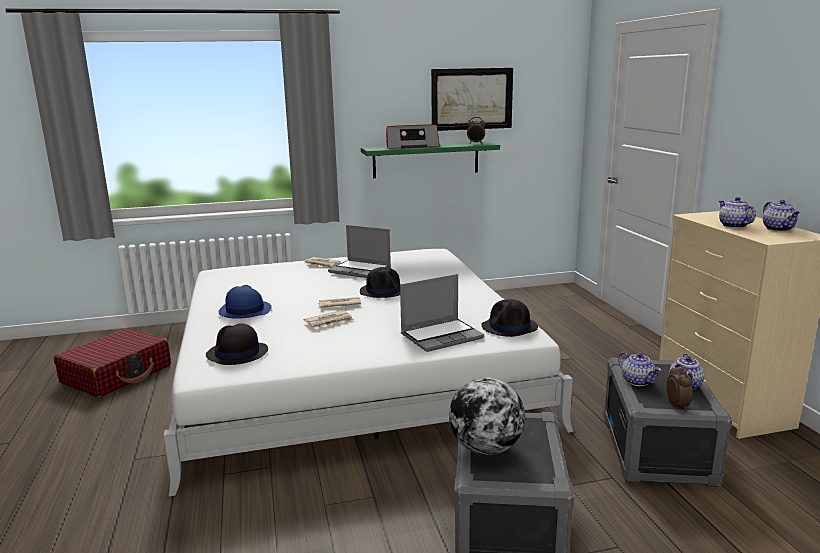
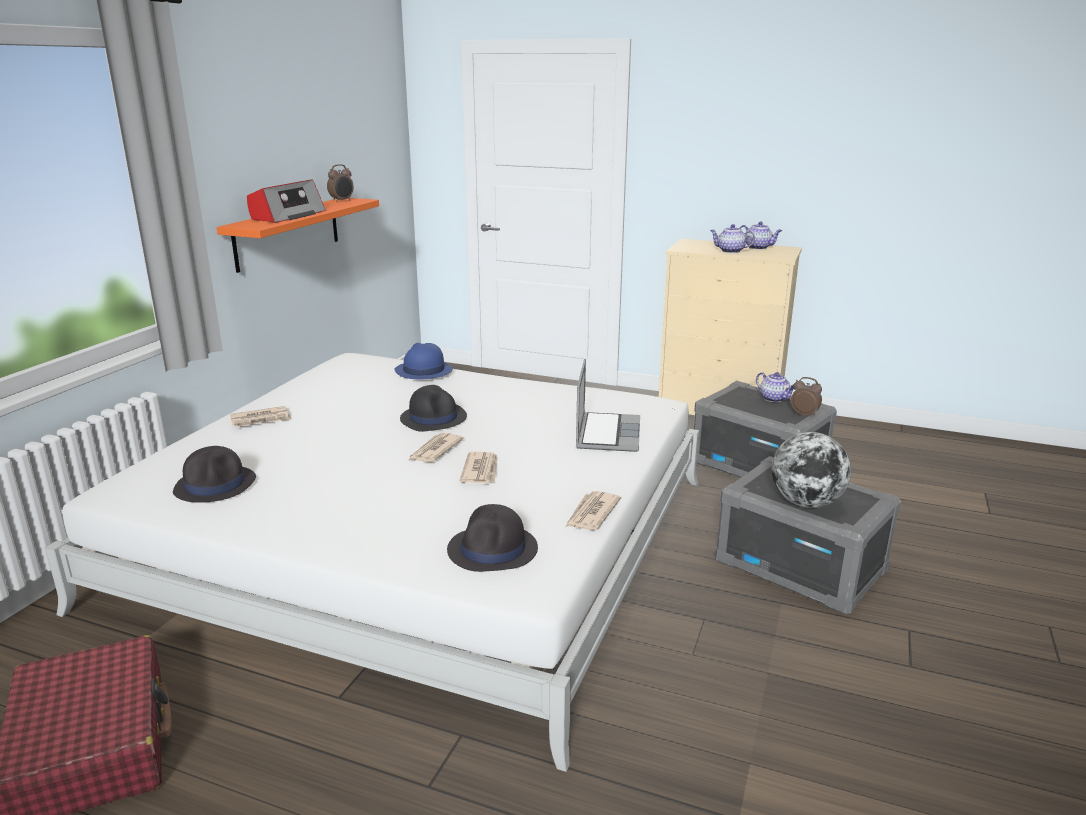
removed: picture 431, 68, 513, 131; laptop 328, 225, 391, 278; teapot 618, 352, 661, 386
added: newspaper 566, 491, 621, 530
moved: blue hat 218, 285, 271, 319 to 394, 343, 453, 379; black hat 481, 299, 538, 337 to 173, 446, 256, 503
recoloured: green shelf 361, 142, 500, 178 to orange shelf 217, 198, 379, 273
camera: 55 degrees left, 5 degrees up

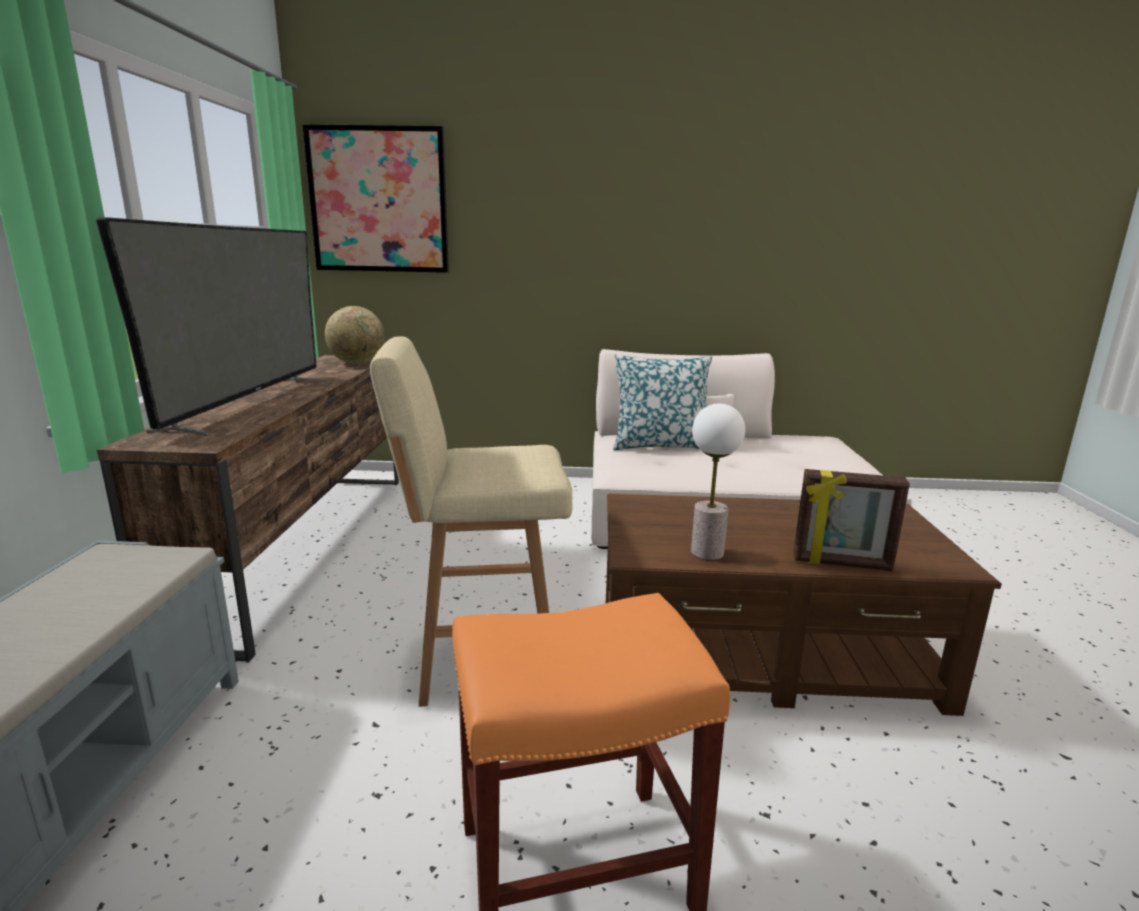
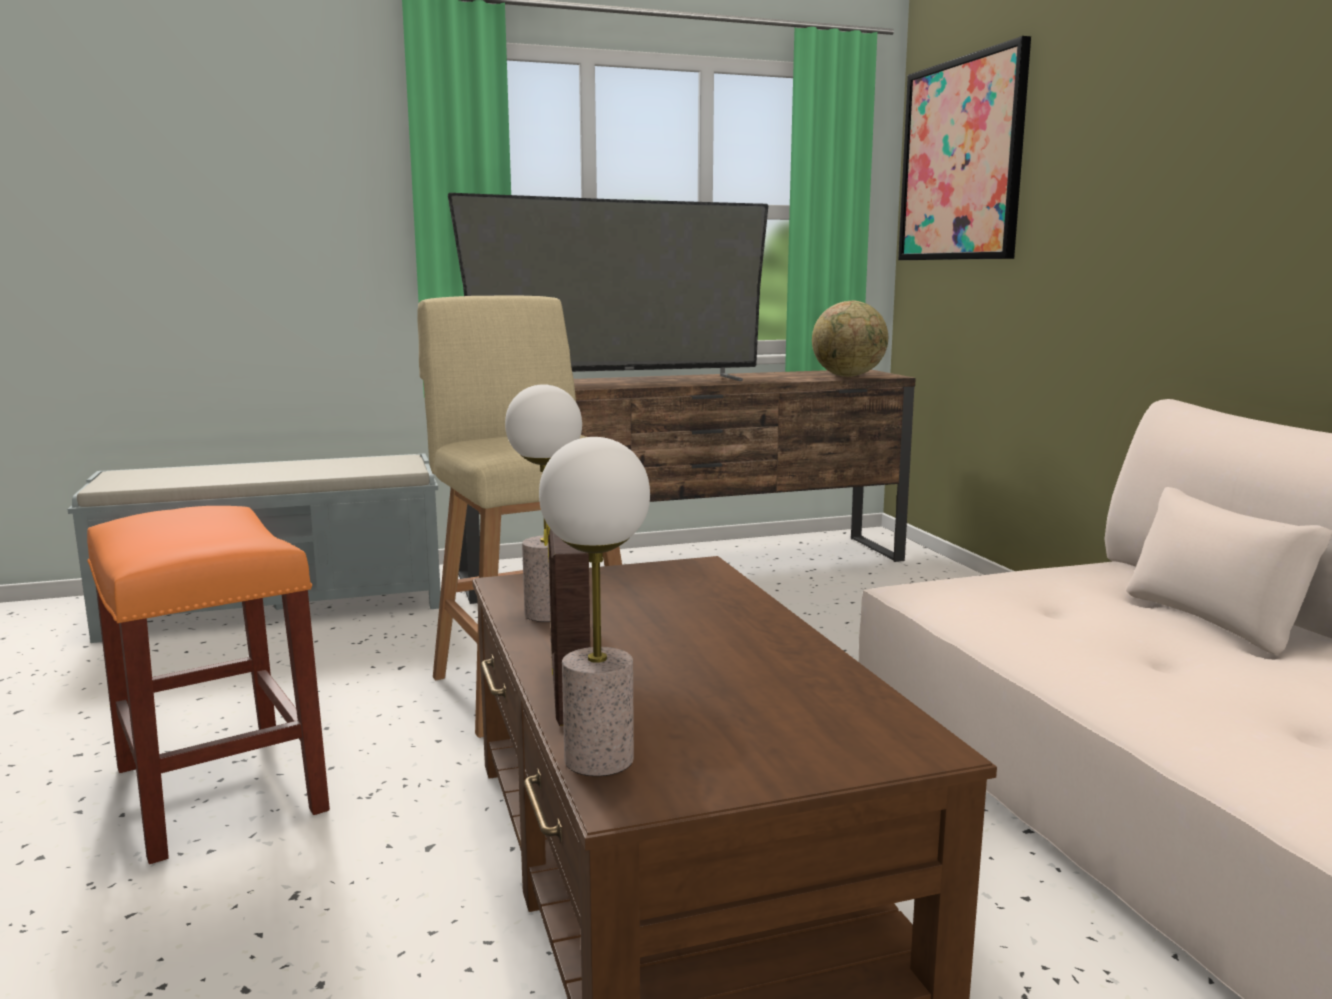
removed: pillow 613, 355, 712, 450
added: table lamp 539, 437, 650, 776
camera: 70 degrees right, 5 degrees down

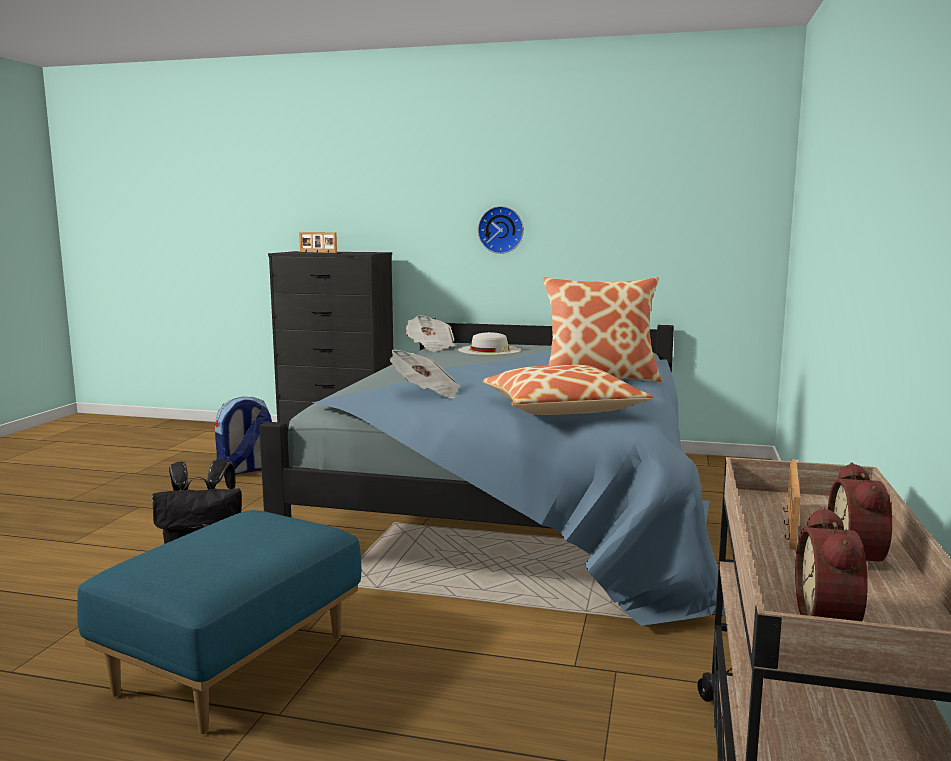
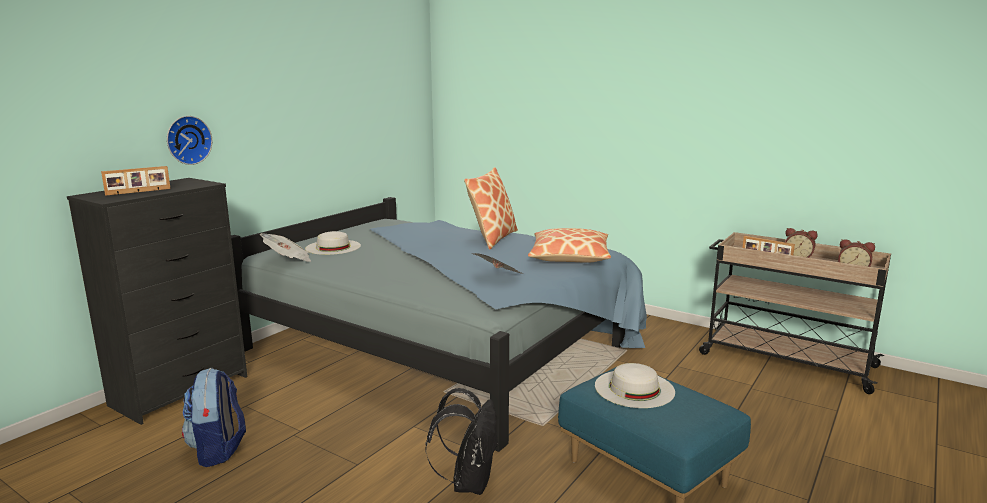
added: white hat 595, 363, 675, 408
moved: wall clock 478, 206, 524, 254 to 167, 116, 212, 165
camera: 70 degrees left, 5 degrees up

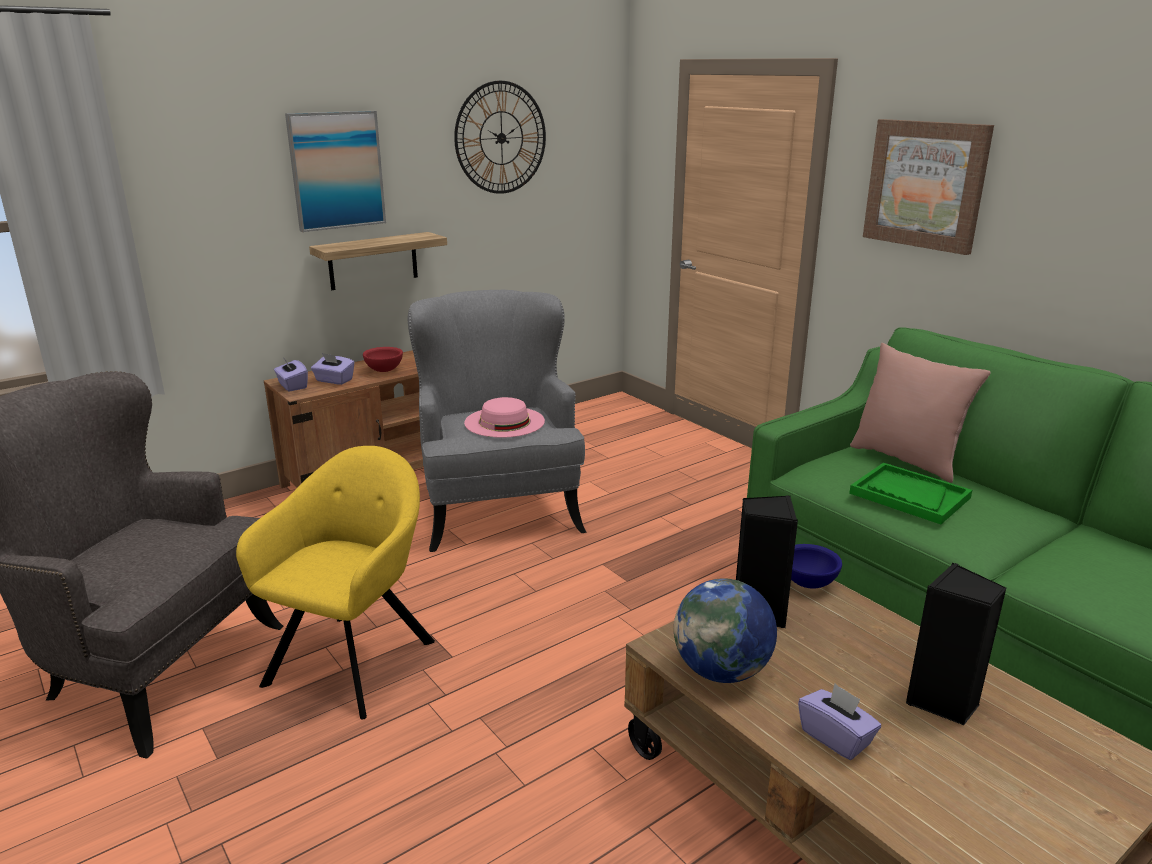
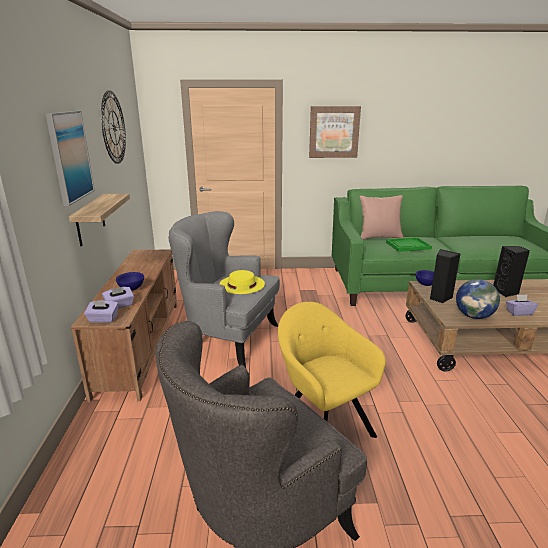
recoloured: red bowl 363, 347, 403, 372 to blue bowl 116, 272, 144, 291; pink hat 464, 397, 545, 438 to yellow hat 219, 270, 265, 294
camera: 55 degrees left, 0 degrees up

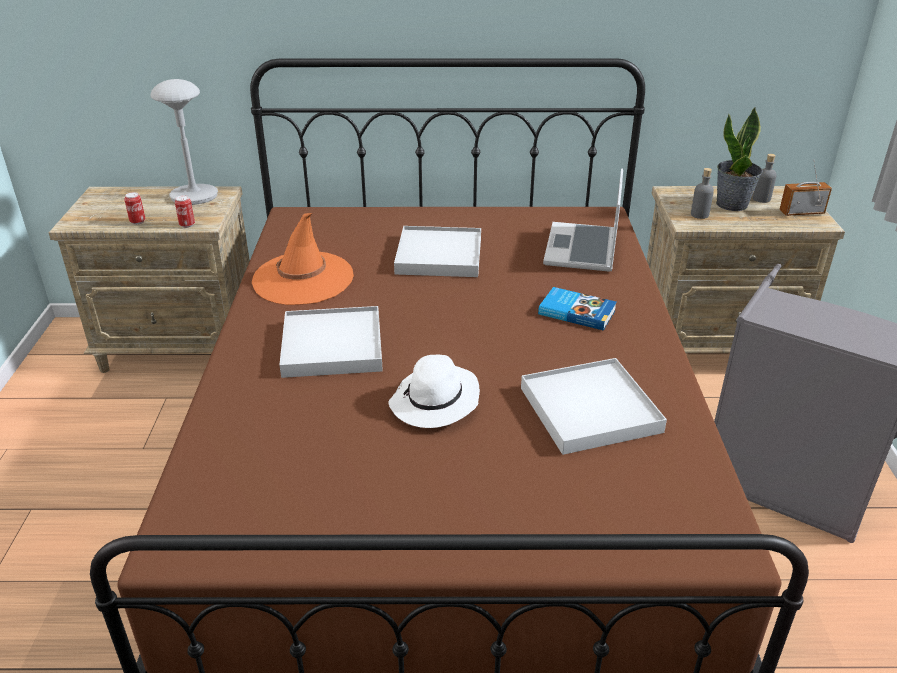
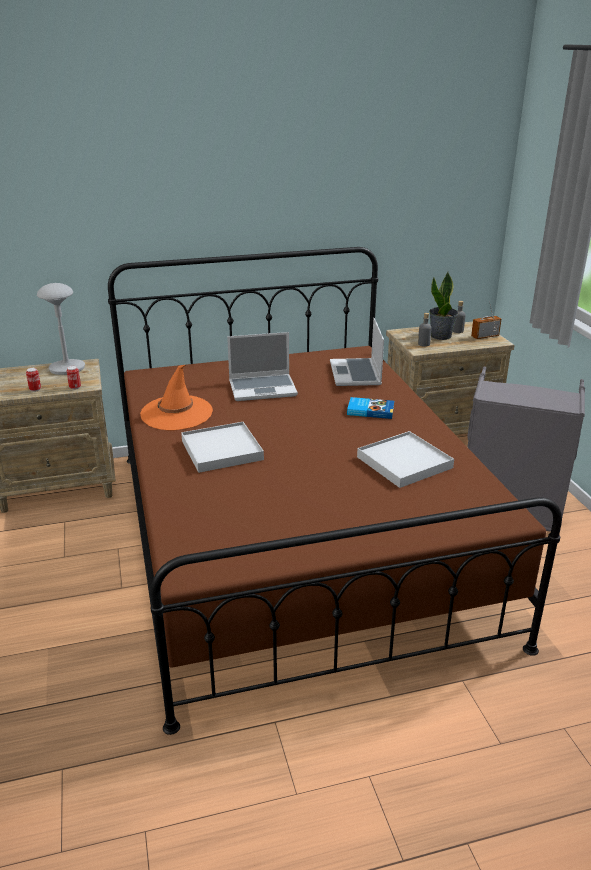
removed: white hat 388, 355, 480, 428
replaced: white tray 394, 226, 481, 277 to laptop 227, 332, 298, 401
camera: 15 degrees left, 5 degrees down

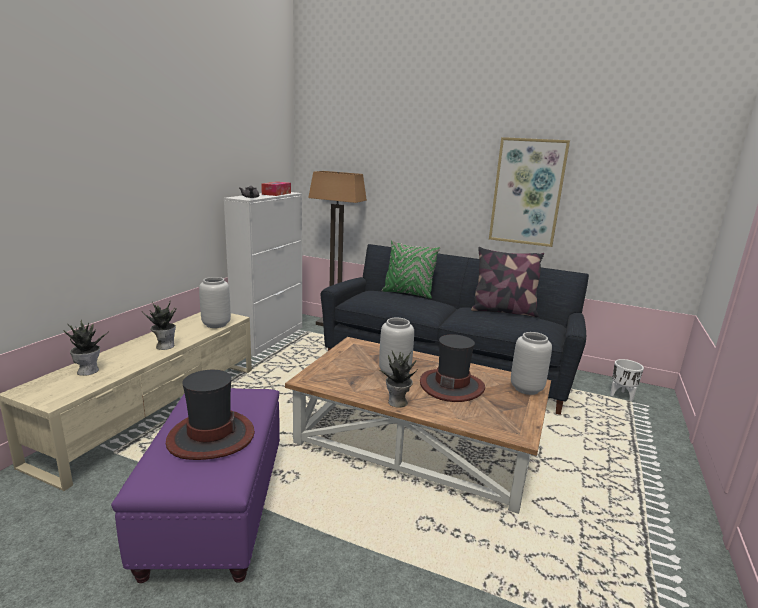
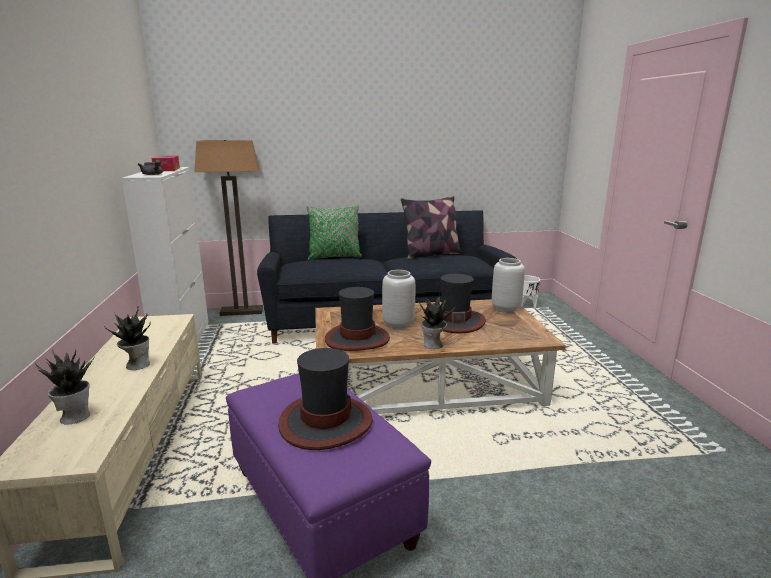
removed: picture 489, 137, 570, 247; grey vase 199, 277, 231, 328
added: hat 325, 287, 390, 351
camera: 30 degrees left, 0 degrees up

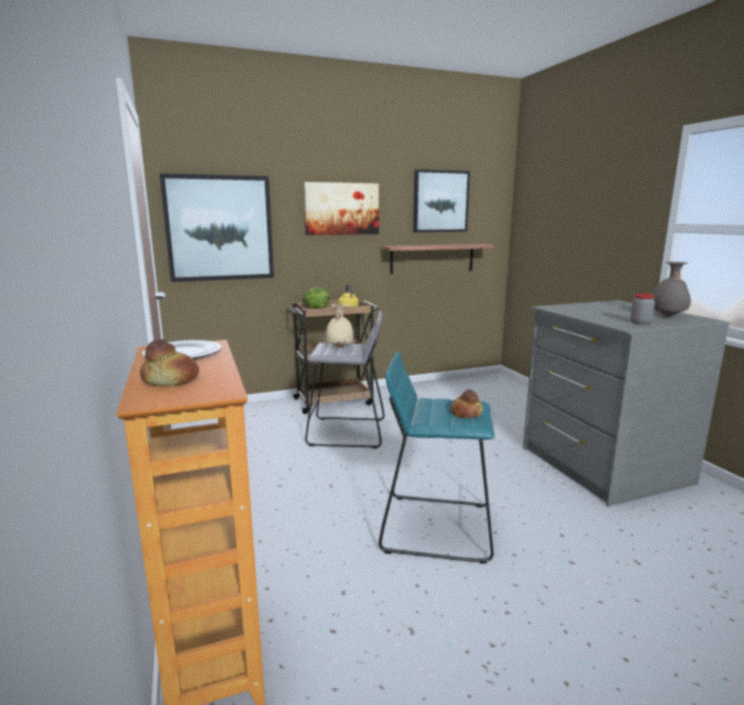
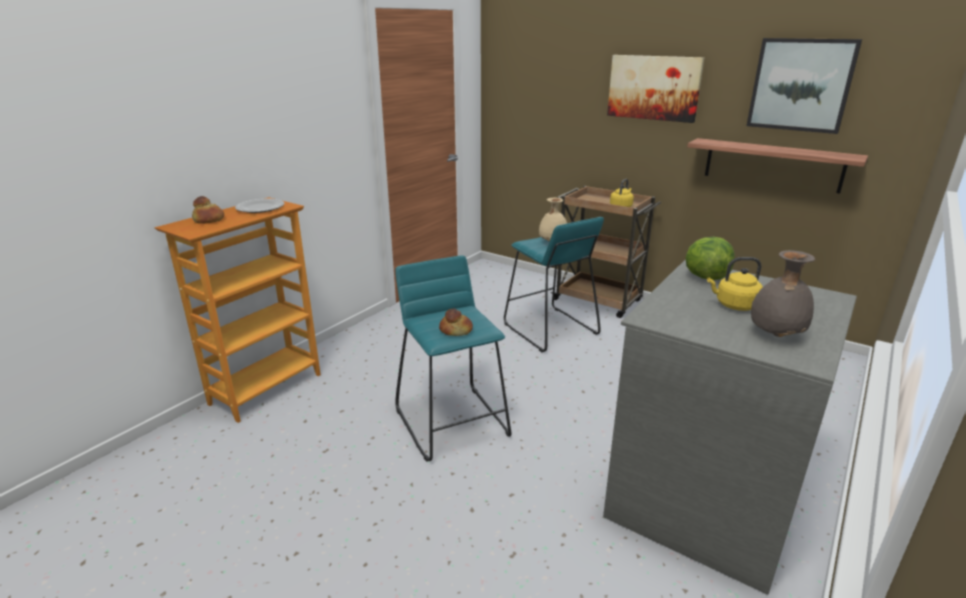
removed: picture 159, 173, 274, 282; jar 630, 294, 655, 325
added: yellow kettle 707, 257, 763, 311
moved: lettuce 304, 287, 330, 309 to 686, 237, 735, 280
recoloured: grey stool 305, 311, 385, 449 to turquoise stool 504, 217, 604, 353
camera: 55 degrees right, 10 degrees up

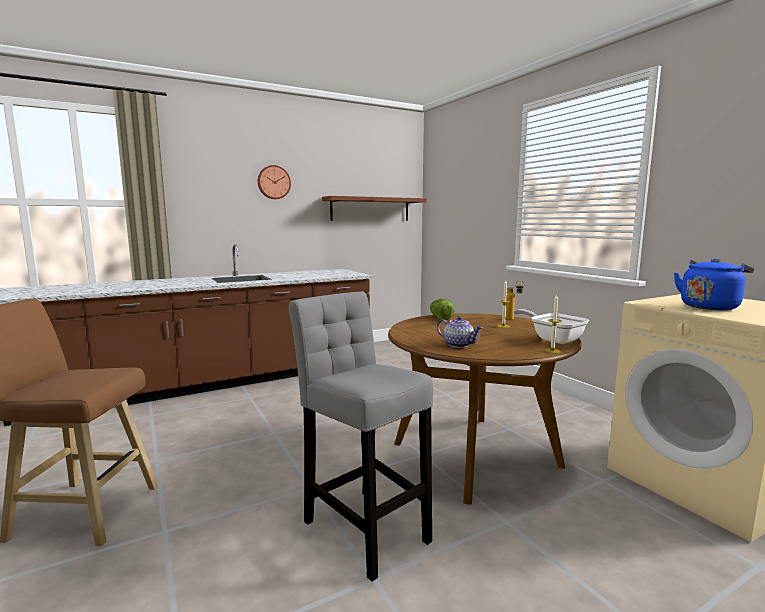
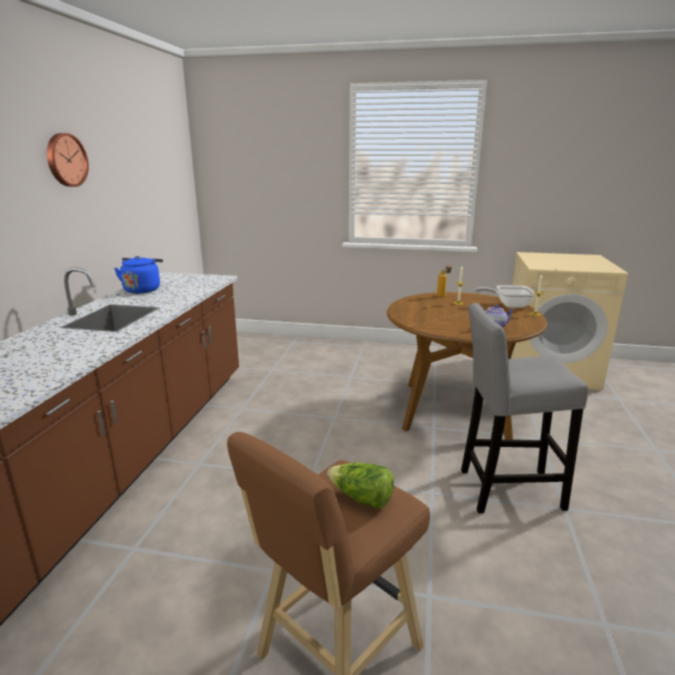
removed: brown shelf 322, 196, 427, 221
moved: blue kettle 674, 258, 754, 310 to 114, 256, 163, 294; lettuce 430, 299, 454, 320 to 327, 463, 394, 509
camera: 50 degrees left, 10 degrees up

